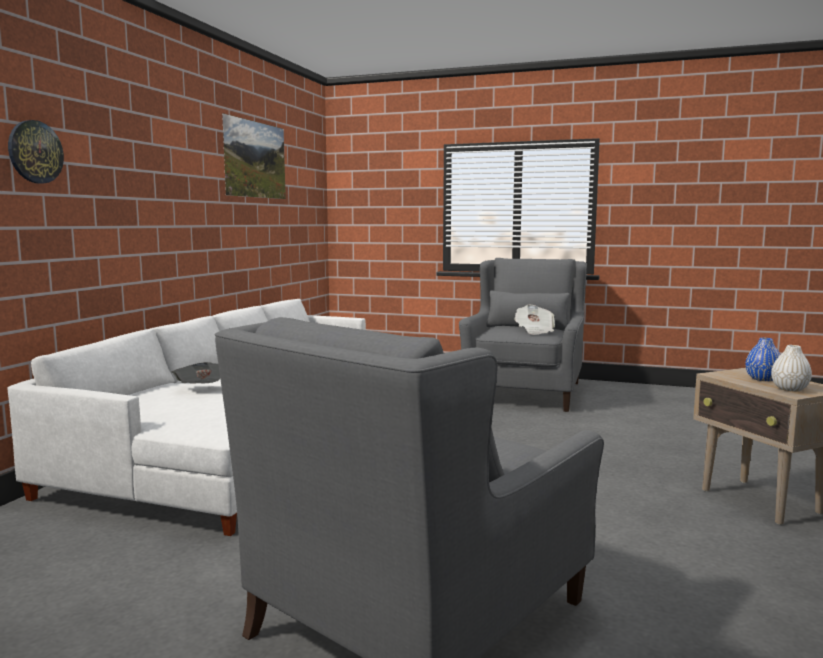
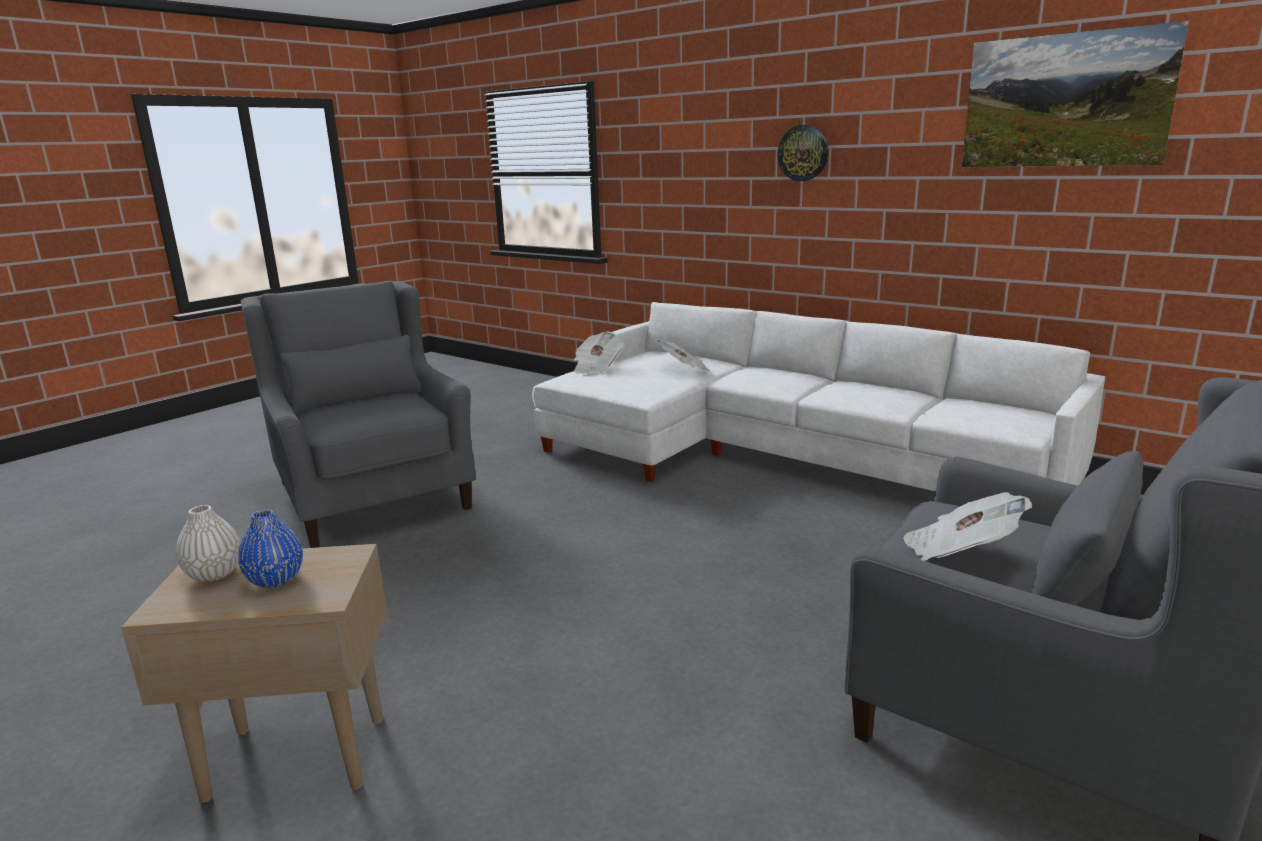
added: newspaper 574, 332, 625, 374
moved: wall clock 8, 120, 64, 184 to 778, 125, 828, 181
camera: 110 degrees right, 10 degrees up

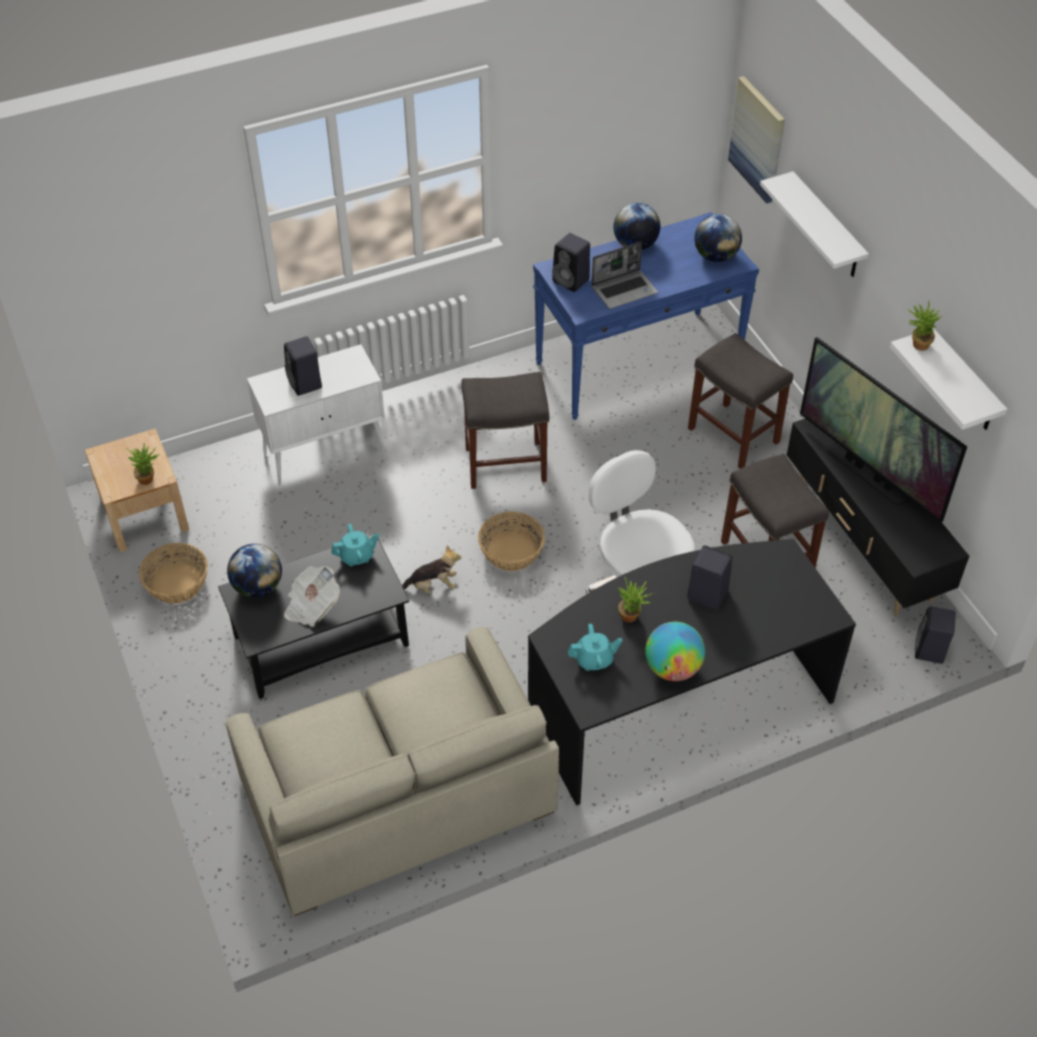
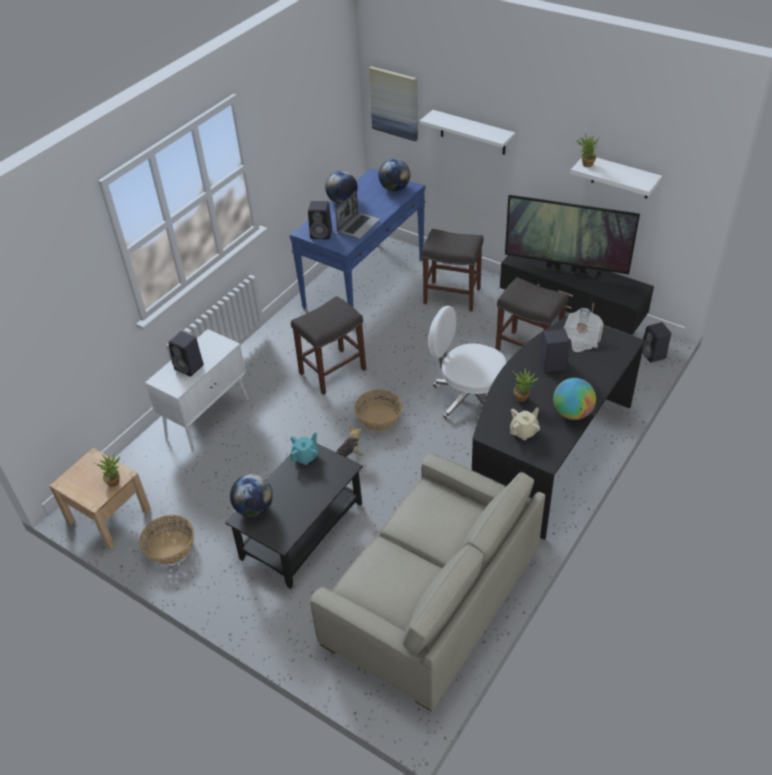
moved: newspaper 284, 566, 340, 627 to 563, 308, 604, 352
recoloured: turquoise teapot 568, 624, 623, 671 to beige teapot 510, 408, 540, 440
camera: 30 degrees left, 5 degrees down

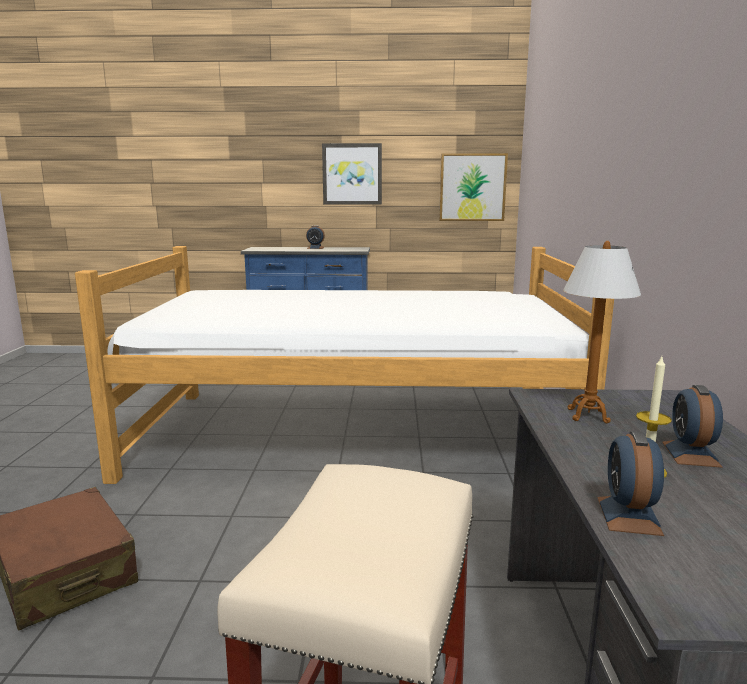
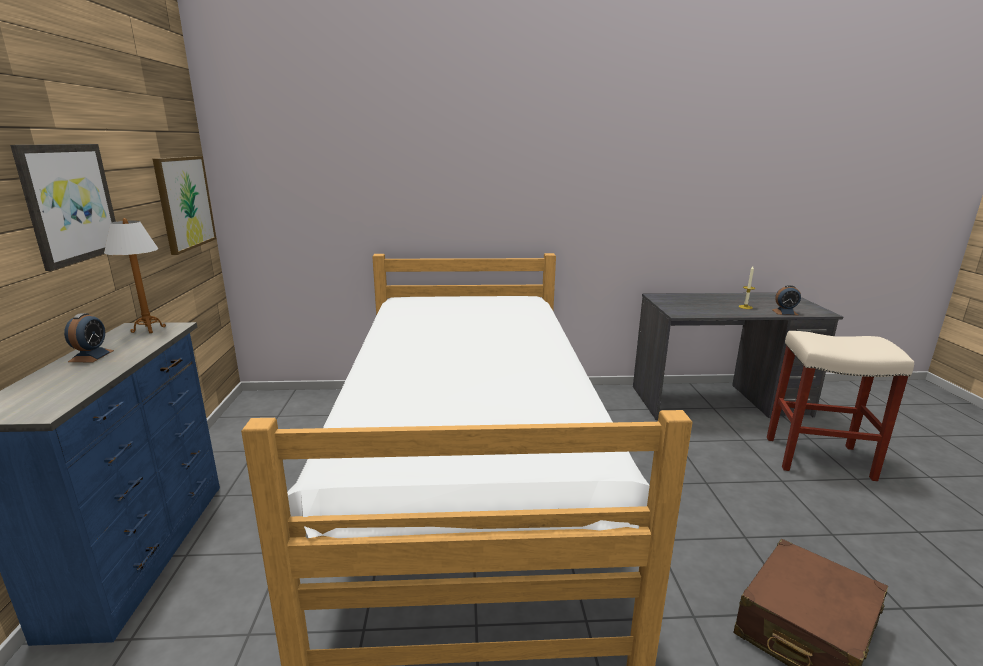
removed: alarm clock 662, 385, 723, 468
moved: table lamp 563, 241, 641, 423 to 104, 218, 166, 333
camera: 95 degrees left, 5 degrees up

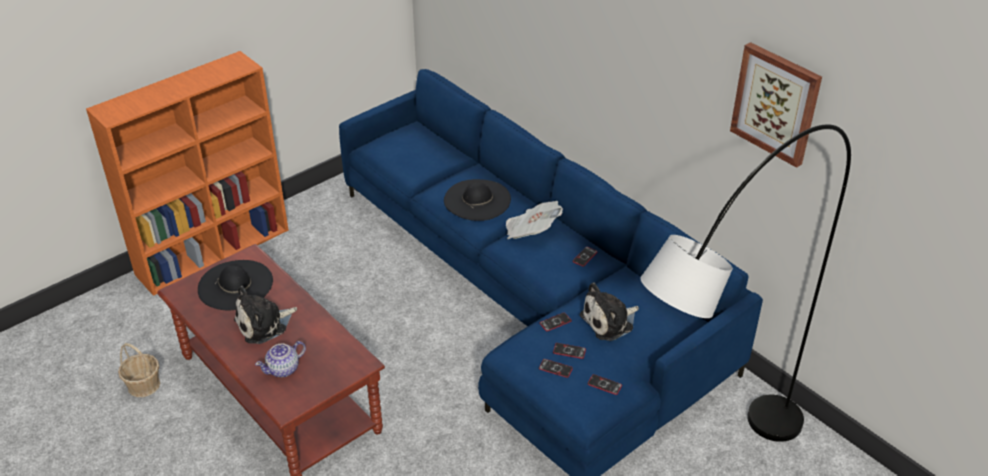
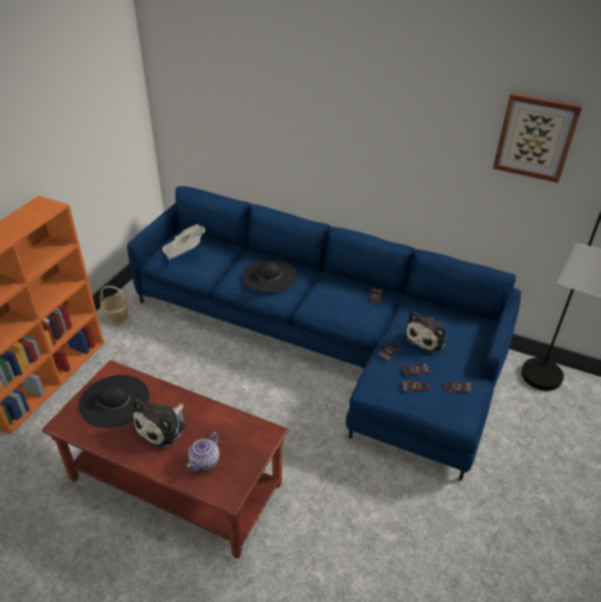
moved: newspaper 506, 201, 563, 239 to 162, 224, 205, 260; basket 118, 343, 160, 397 to 100, 286, 129, 325
camera: 25 degrees left, 0 degrees up

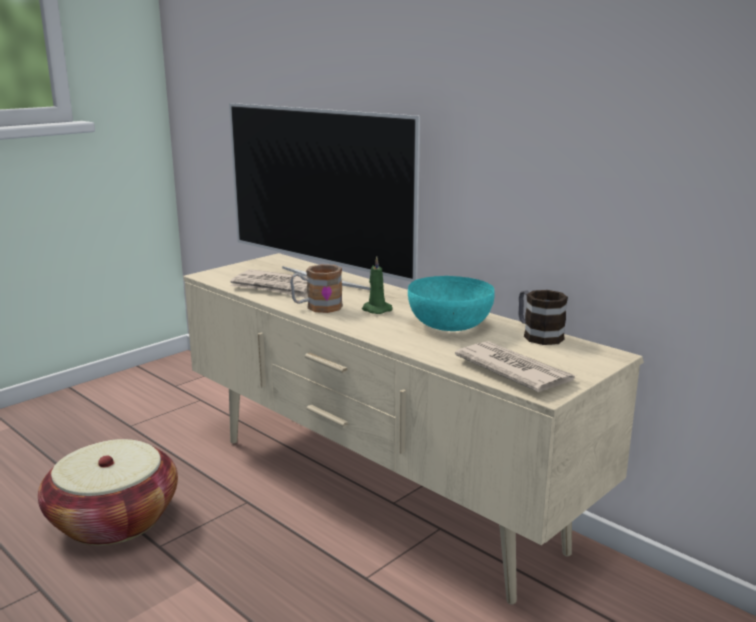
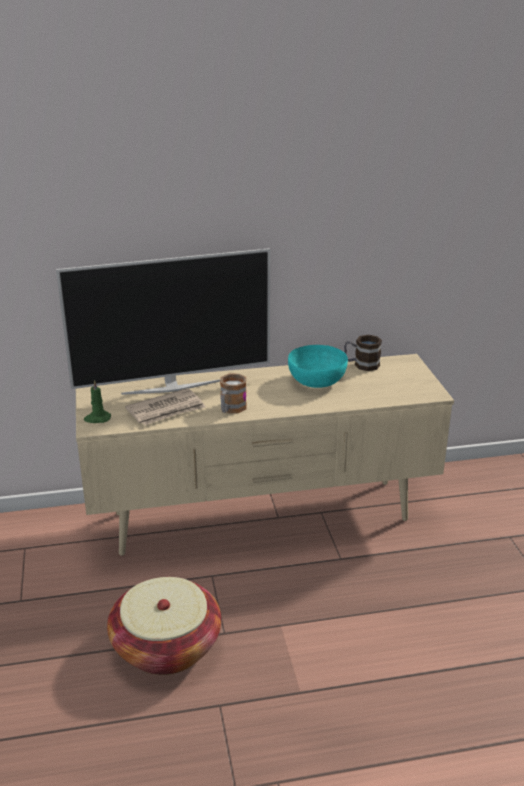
removed: newspaper 455, 341, 576, 392
moved: green candle 362, 256, 393, 314 to 84, 380, 111, 423
camera: 55 degrees left, 10 degrees up

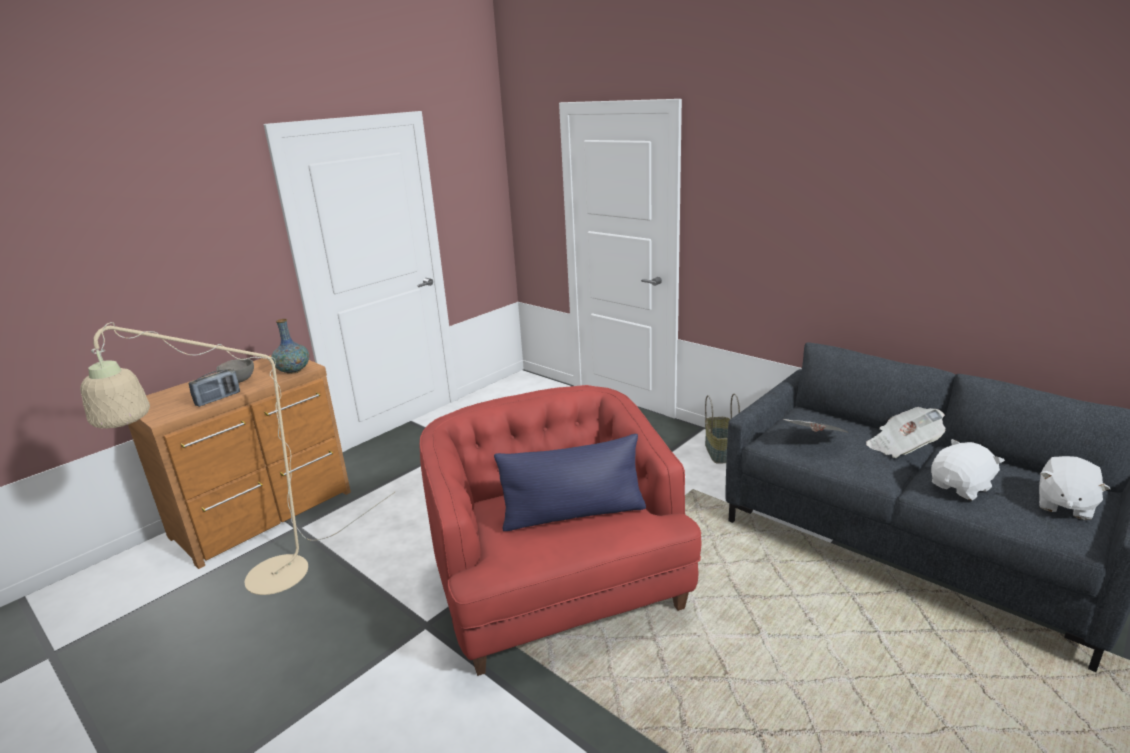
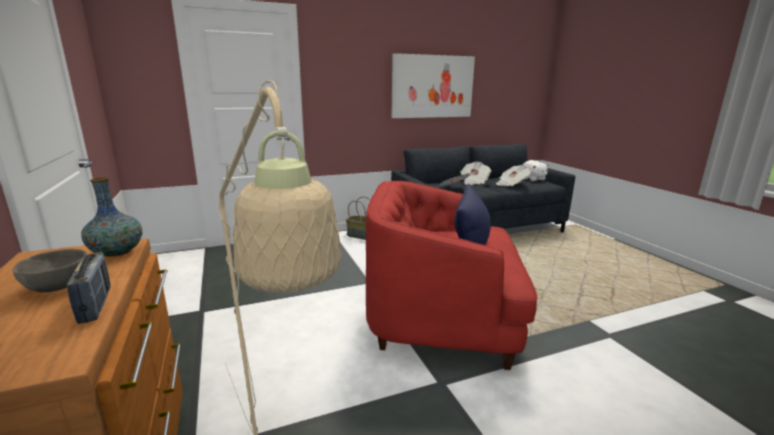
added: picture 392, 53, 475, 118
replaced: white plush toy 931, 439, 1005, 501 to newspaper 496, 165, 531, 186
camera: 65 degrees left, 5 degrees down

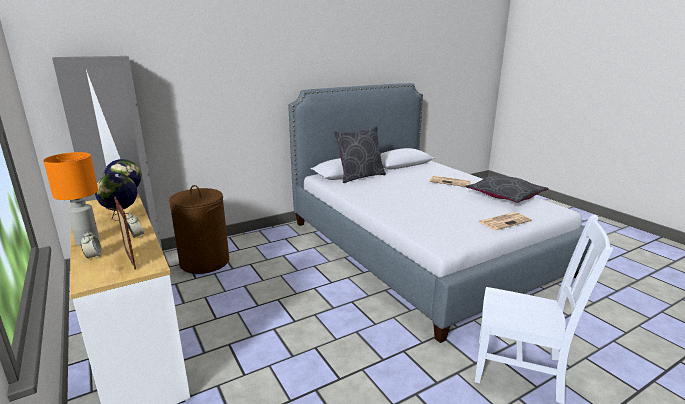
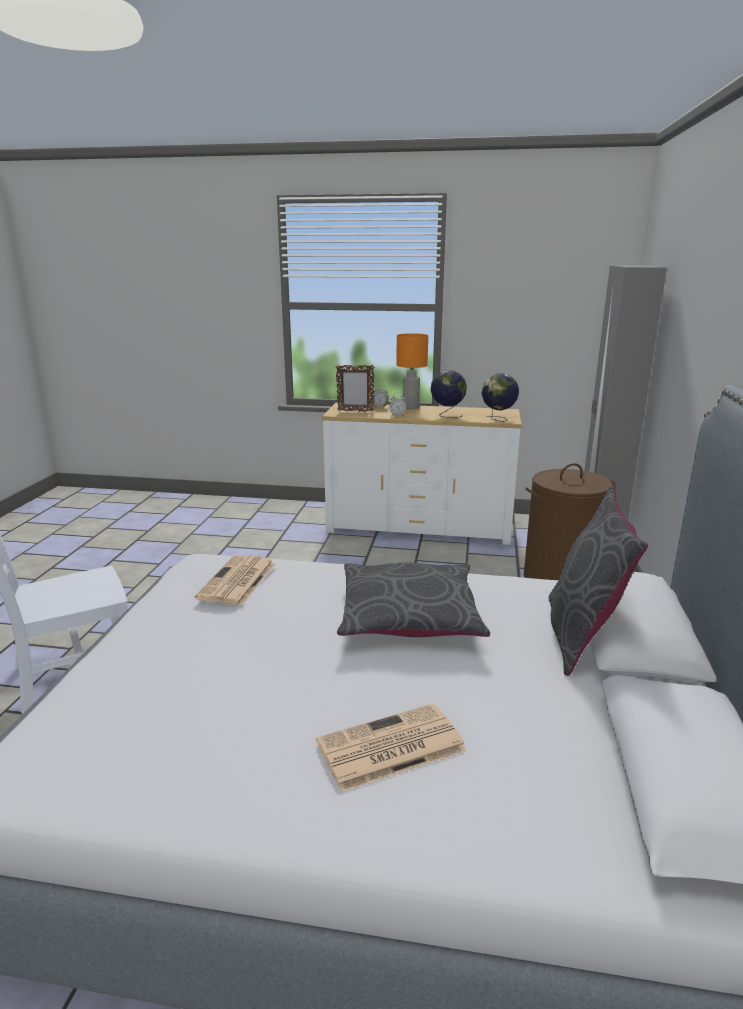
moved: grey pillow 466, 175, 549, 203 to 337, 562, 490, 637; newspaper 479, 212, 532, 230 to 195, 555, 276, 606
camera: 130 degrees right, 0 degrees up

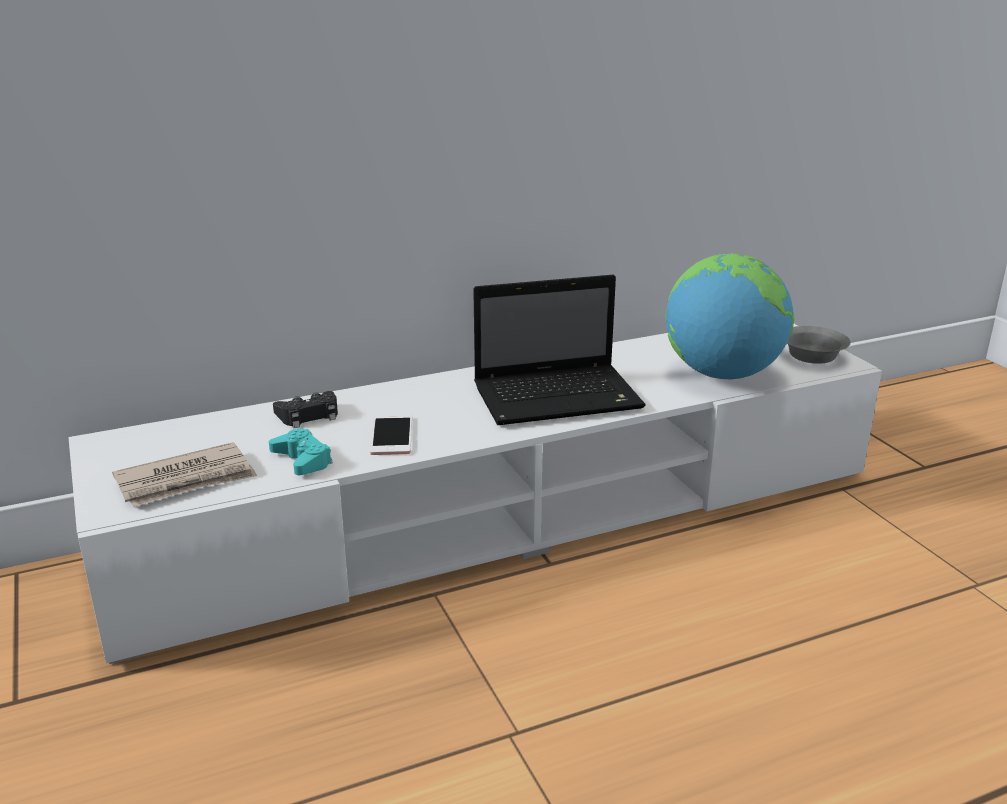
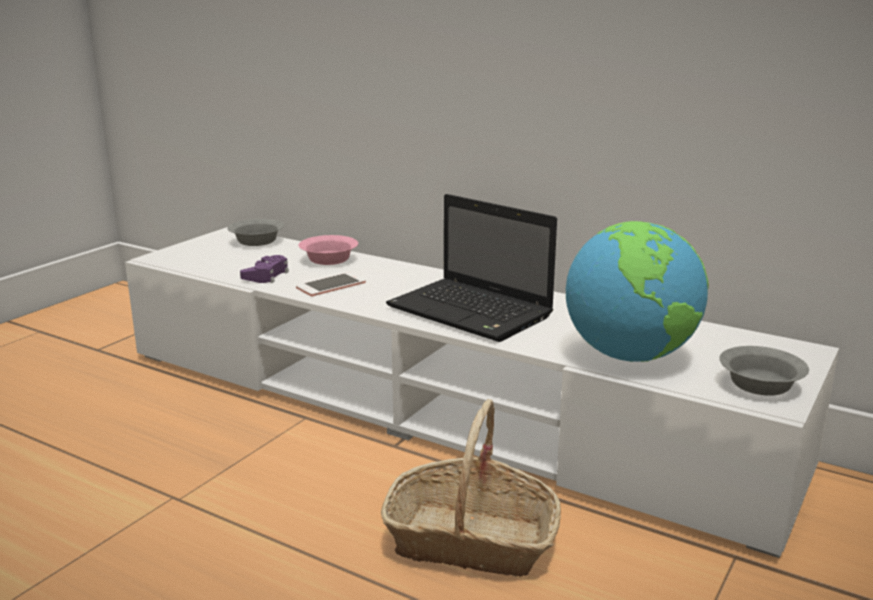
removed: newspaper 112, 442, 257, 507
added: grey bowl 227, 219, 284, 246; basket 381, 399, 561, 577
replaced: black game controller 273, 391, 338, 428 to pink bowl 298, 235, 358, 265
recoloured: turquoise game controller 269, 429, 333, 475 to purple game controller 240, 255, 289, 283
camera: 55 degrees right, 5 degrees down

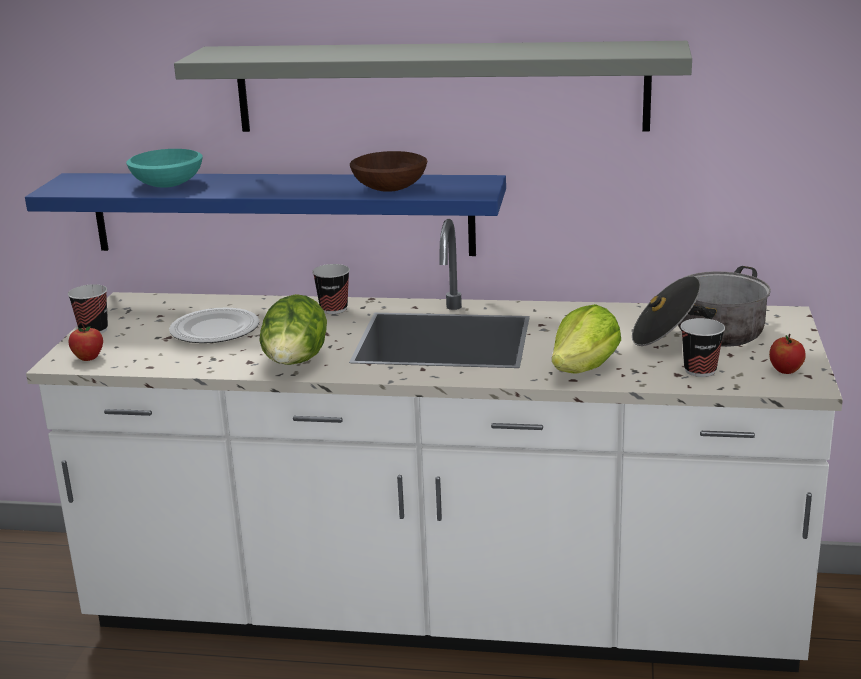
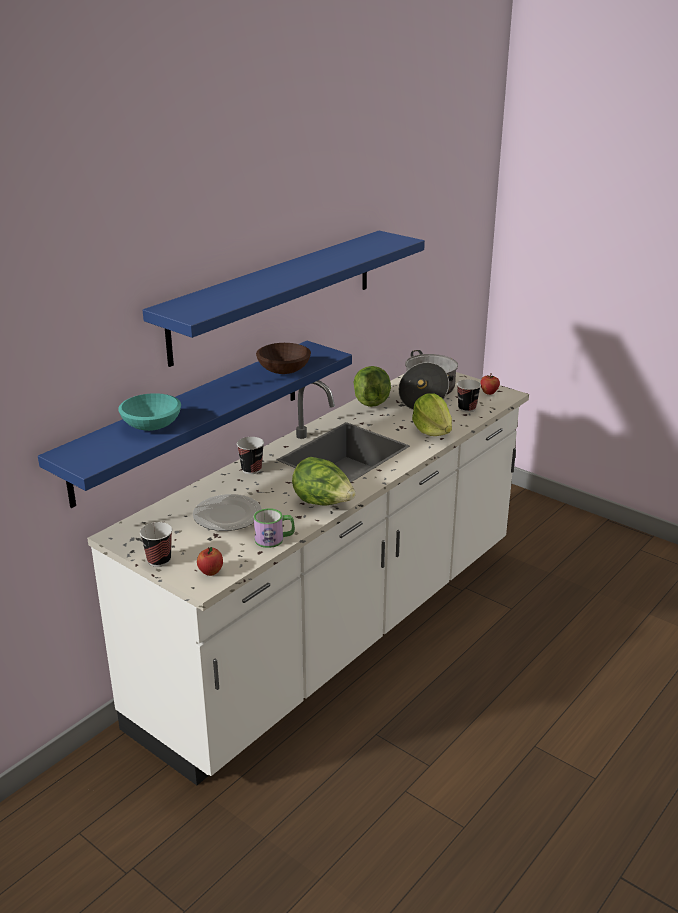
added: lettuce 354, 366, 391, 407; mug 253, 508, 295, 548
recoloured: grey shelf 174, 41, 692, 132 to blue shelf 143, 231, 425, 367
camera: 60 degrees left, 5 degrees up

